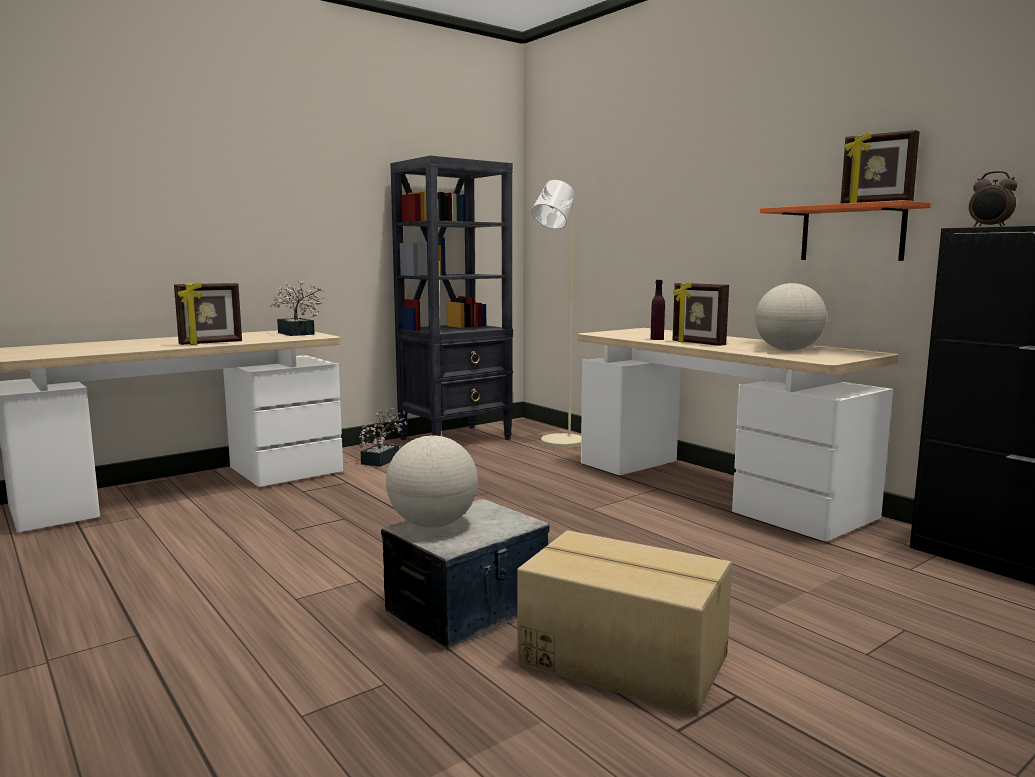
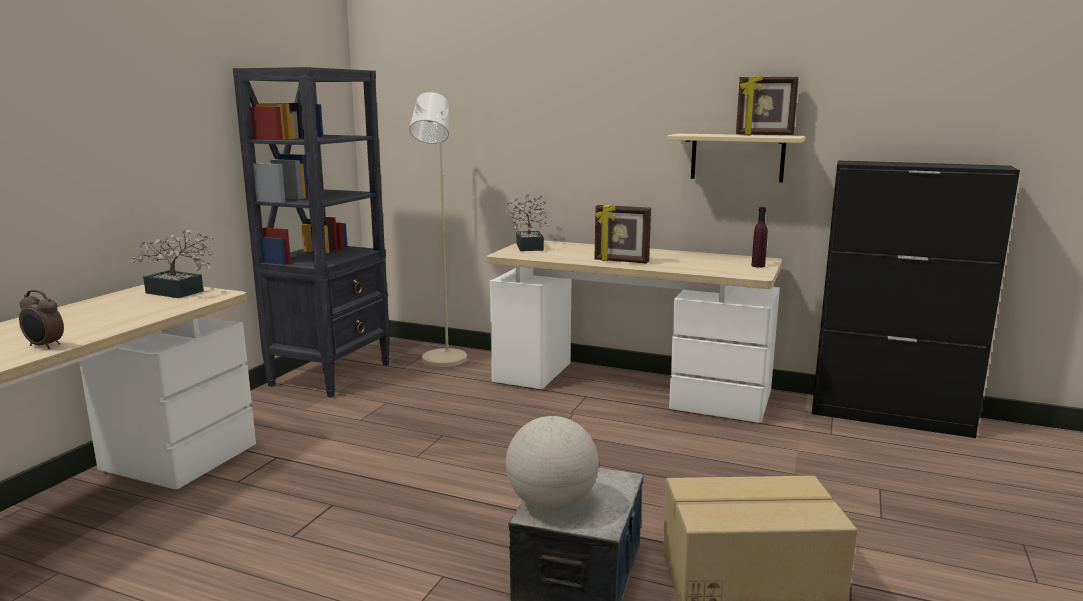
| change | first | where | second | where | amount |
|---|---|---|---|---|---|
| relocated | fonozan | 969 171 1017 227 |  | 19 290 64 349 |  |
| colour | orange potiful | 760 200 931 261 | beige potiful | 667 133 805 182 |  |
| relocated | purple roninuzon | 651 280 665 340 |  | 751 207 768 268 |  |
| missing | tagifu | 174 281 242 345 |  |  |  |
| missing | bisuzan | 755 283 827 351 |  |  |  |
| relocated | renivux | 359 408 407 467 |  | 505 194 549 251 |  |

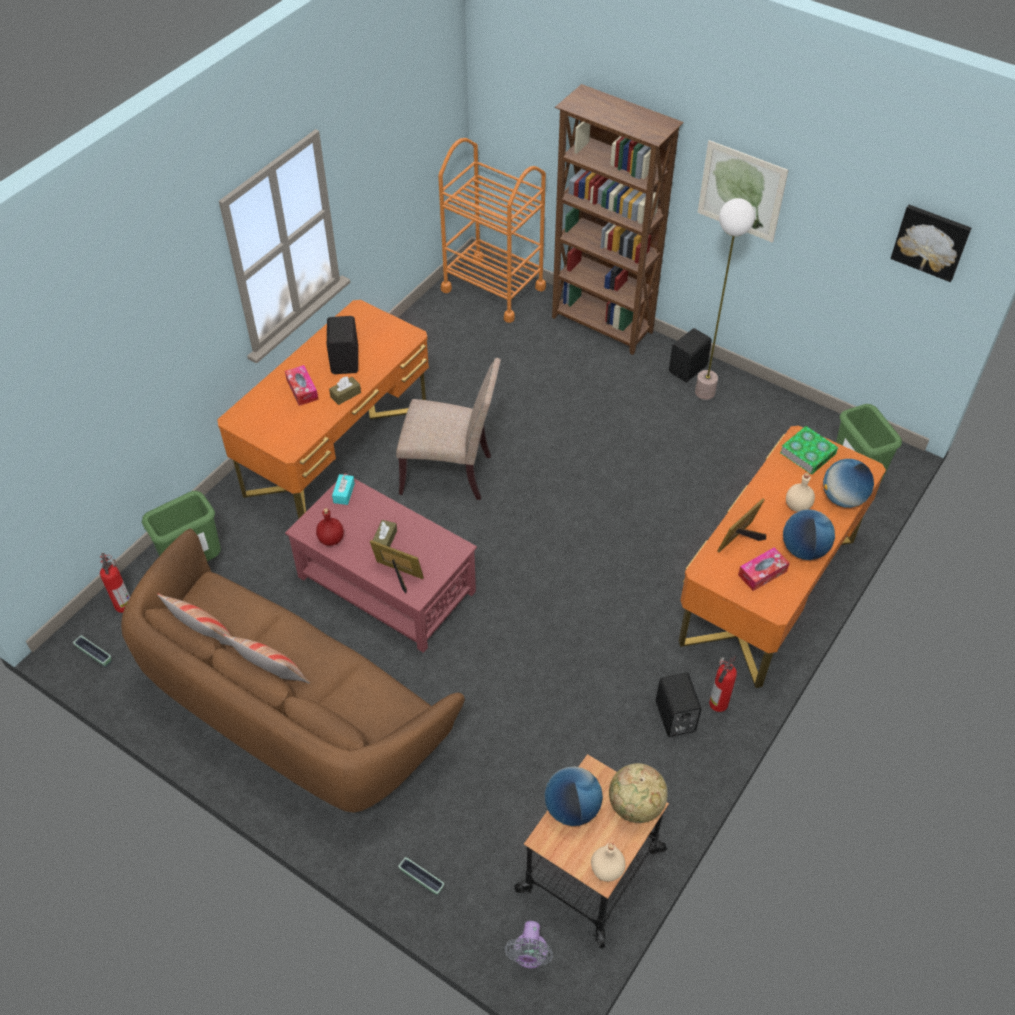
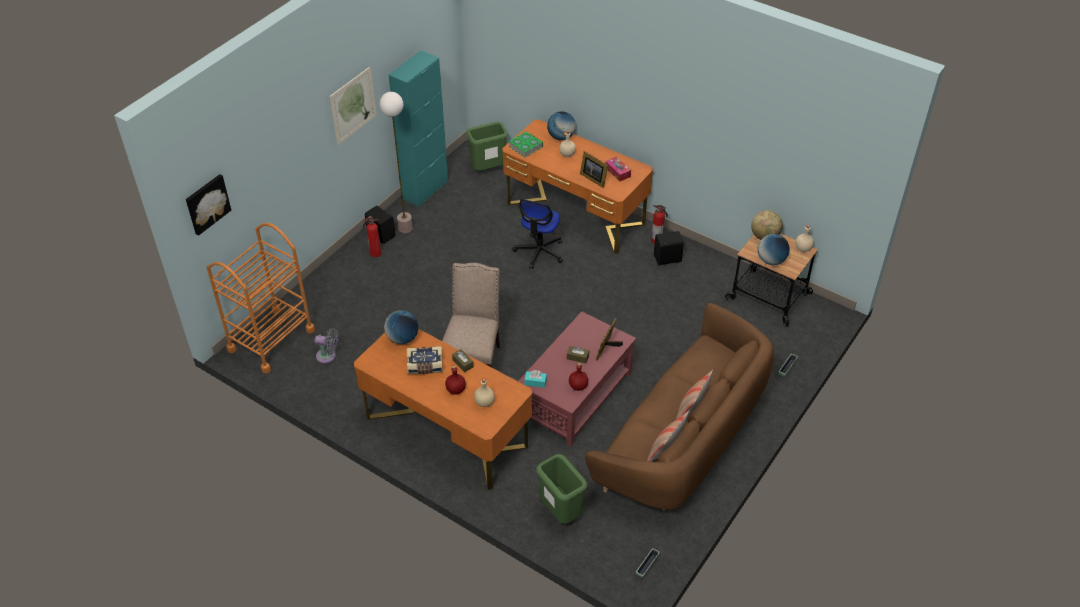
| change | first | where | second | where | amount |
|---|---|---|---|---|---|
| missing | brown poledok | 552 84 684 355 |  |  |  |
| relocated | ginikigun | 891 205 971 282 |  | 186 174 231 236 |  |
| exchanged | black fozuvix | 327 316 358 374 | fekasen | 407 346 443 374 |  |
| exchanged | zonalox | 285 365 319 406 | red roninuzon | 445 366 466 395 |  |
| relocated | bisuzan | 783 509 835 560 |  | 384 310 419 344 |  |
| relocated | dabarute | 100 553 130 613 |  | 363 216 381 257 |  |
| relocated | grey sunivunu | 504 921 553 968 |  | 315 328 338 364 |  |
| appeared |  |  | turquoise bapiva | 388 50 448 207 |  |
| appeared |  |  | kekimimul | 512 199 563 269 |  |
| appeared |  |  | beige roninuzon | 474 378 495 407 |  |

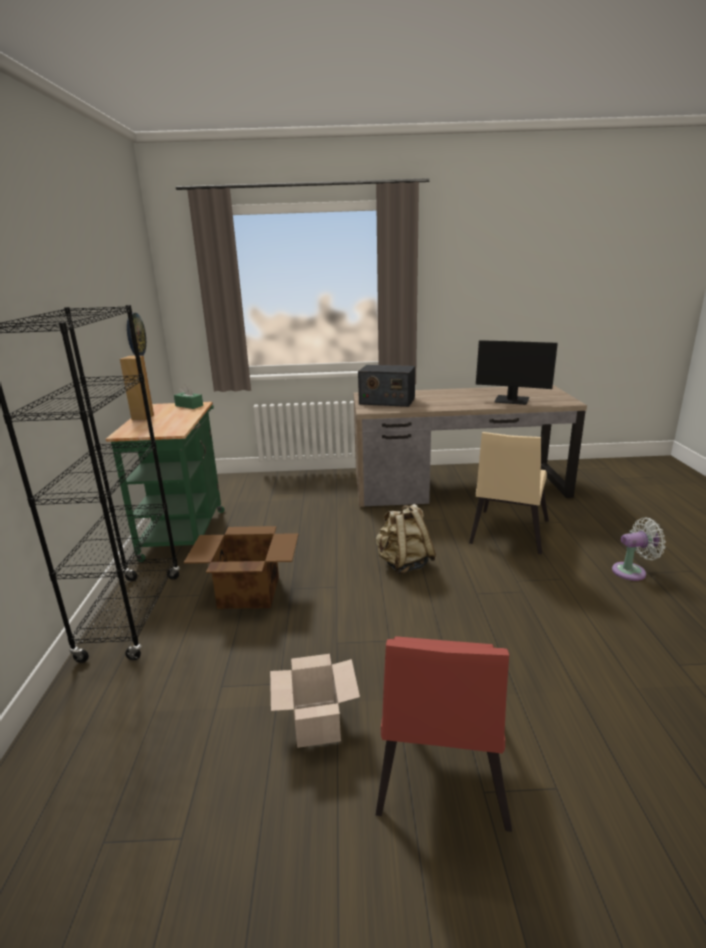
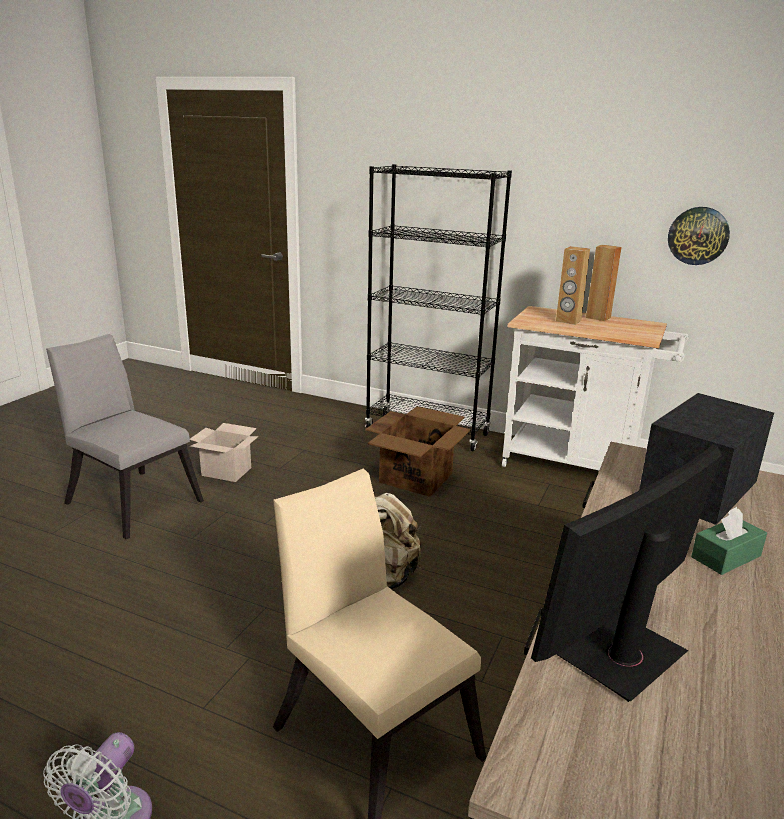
| change | first | where | second | where | amount |
|---|---|---|---|---|---|
| relocated | green zonalox | 174 384 203 409 |  | 691 507 767 575 |  |
| colour | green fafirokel | 106 402 225 562 | white fafirokel | 502 306 689 470 |  |
| colour | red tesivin | 376 636 512 832 | grey tesivin | 46 334 204 539 |  |
| appeared |  |  | brown fozuvix | 556 246 590 325 |  |

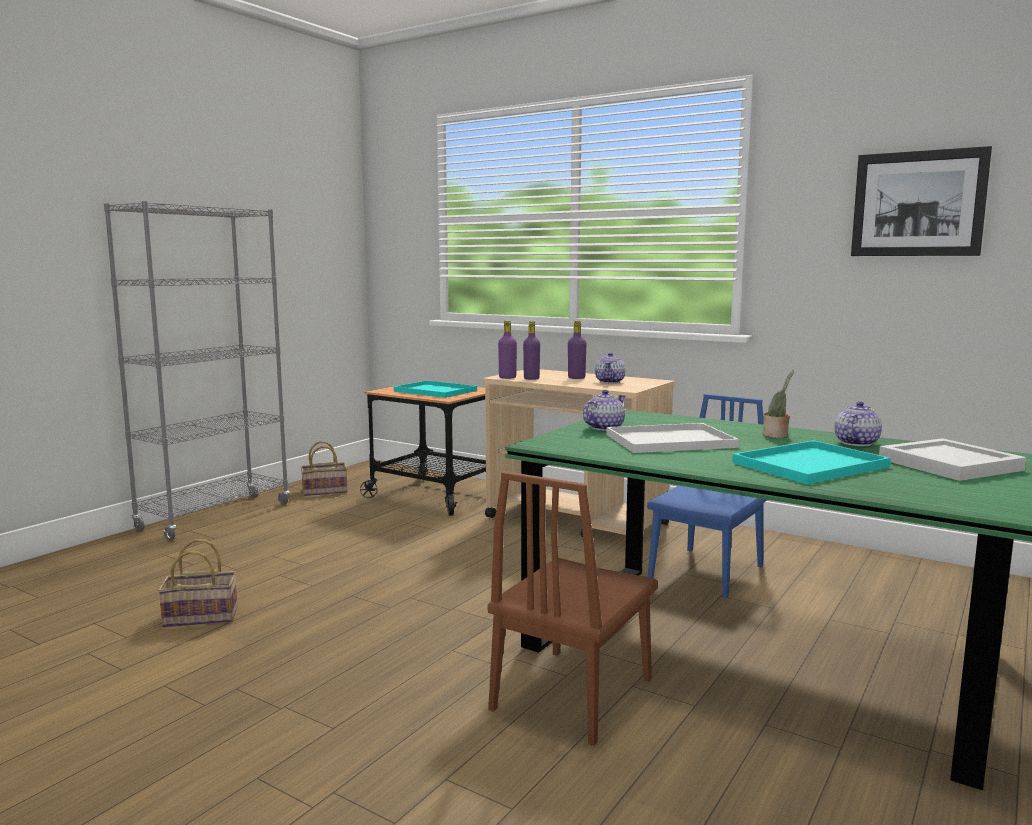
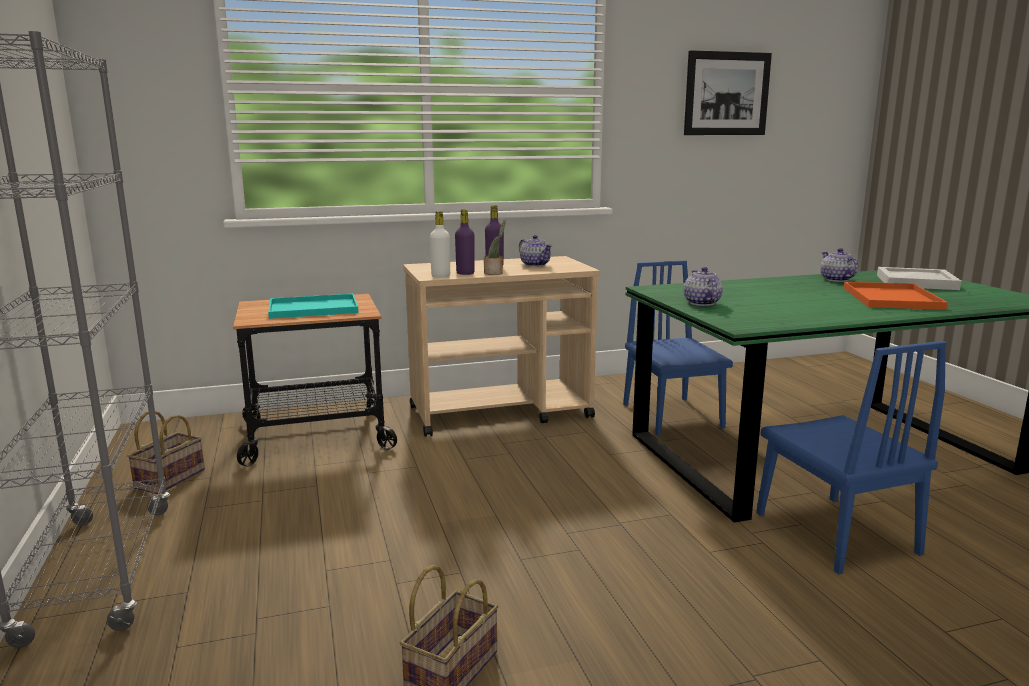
| change | first | where | second | where | amount |
|---|---|---|---|---|---|
| colour | purple roninuzon | 498 320 517 379 | white roninuzon | 430 211 450 278 |  |
| relocated | renivux | 763 370 794 438 |  | 484 220 506 275 |  |
| missing | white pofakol | 606 423 739 453 |  |  |  |
| colour | turquoise pofakol | 733 440 891 484 | orange pofakol | 844 282 948 310 |  |
| colour | brown tesivin | 487 471 658 746 | blue tesivin | 757 341 947 574 |  |

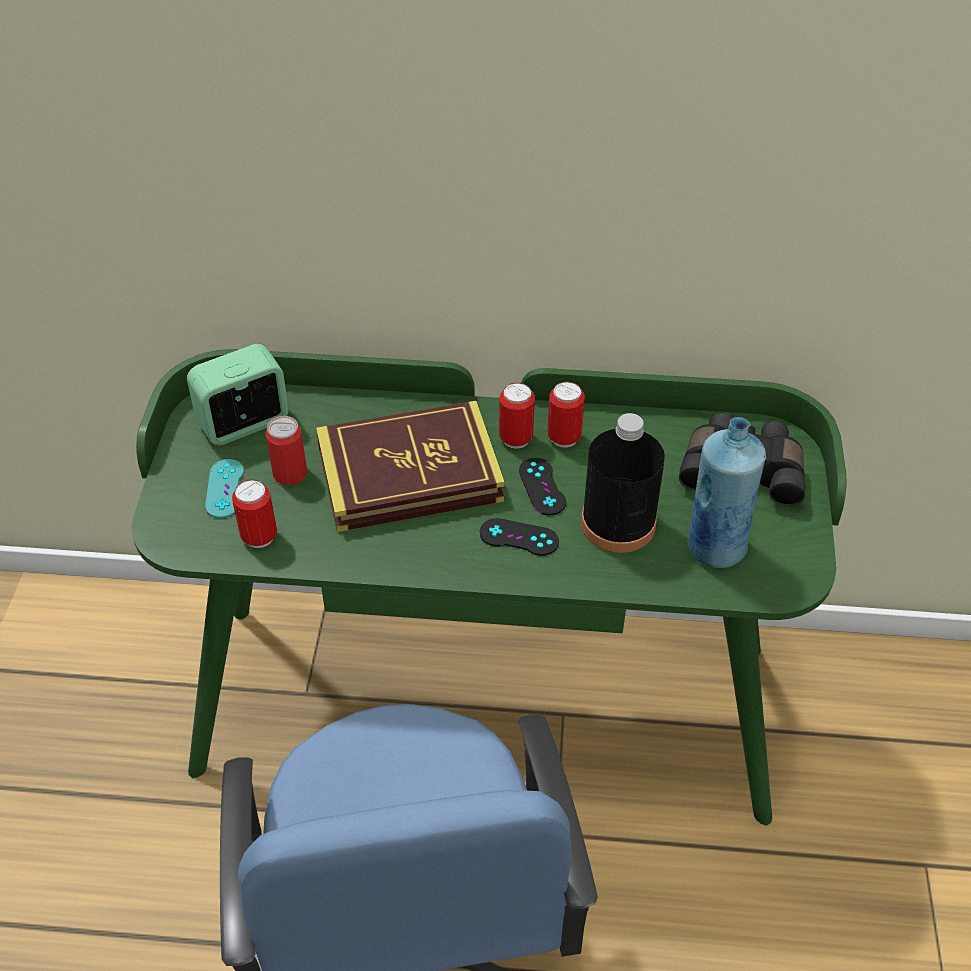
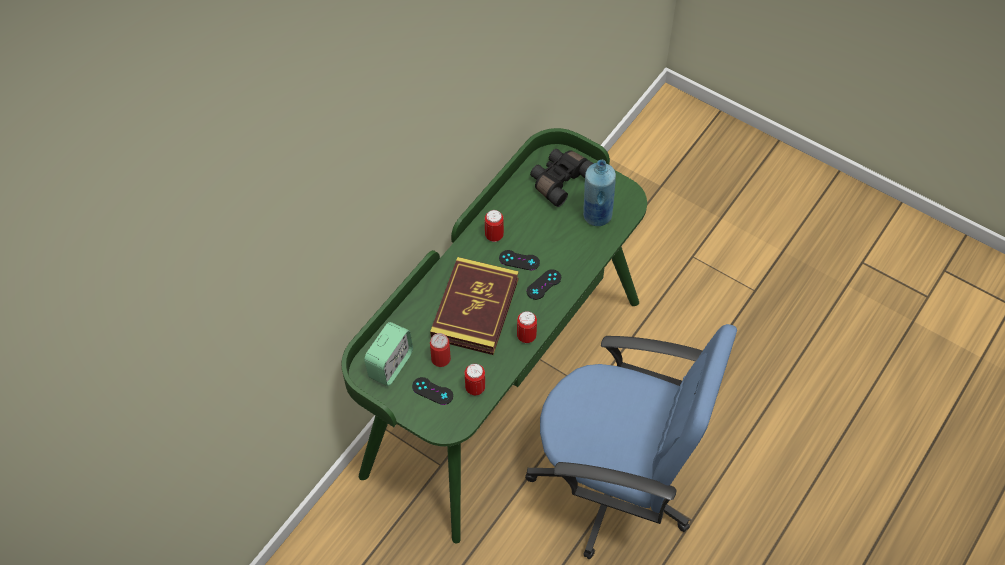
| change | first | where | second | where | amount |
|---|---|---|---|---|---|
| spun | fonozan | 187 344 289 445 |  | 364 322 413 386 | 150 degrees counterclockwise |
| relocated | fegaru | 499 383 535 449 |  | 517 311 537 343 |  |
| missing | black roninuzon | 581 413 665 553 |  |  |  |
| colour | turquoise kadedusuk | 205 459 244 518 | black kadedusuk | 412 377 453 405 |  |

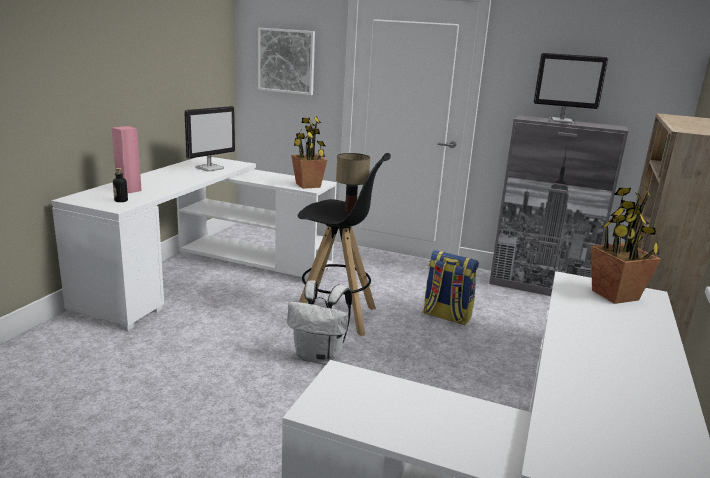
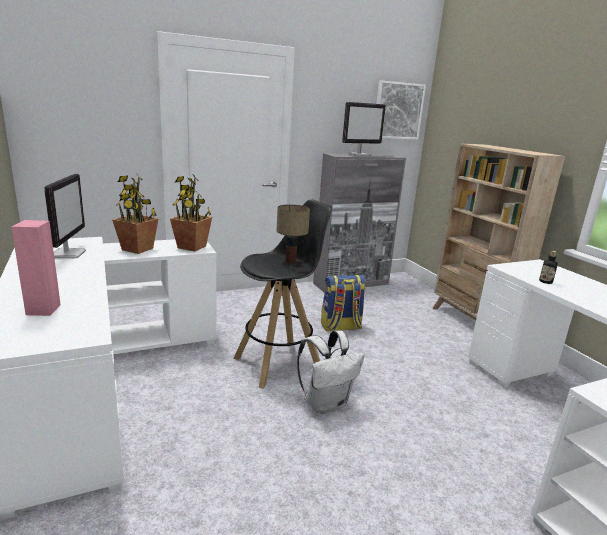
| change | first | where | second | where | amount |
|---|---|---|---|---|---|
| relocated | ginikigun | 258 28 315 95 |  | 377 81 426 140 |  |
| relocated | roninuzon | 113 168 128 202 |  | 539 251 558 284 |  |
| relocated | renivux | 591 186 661 304 |  | 112 173 159 254 |  |

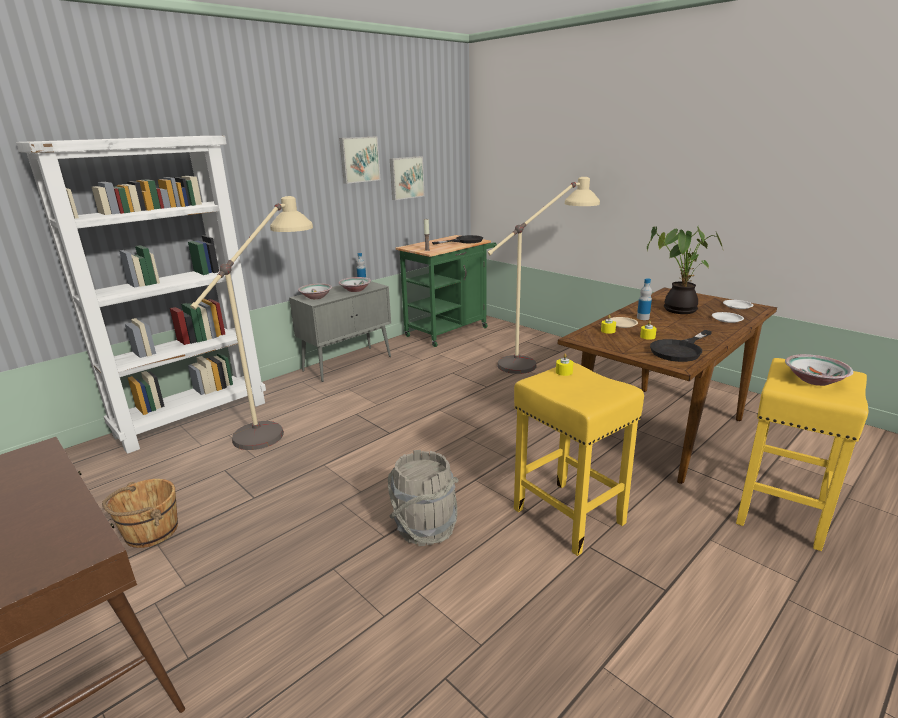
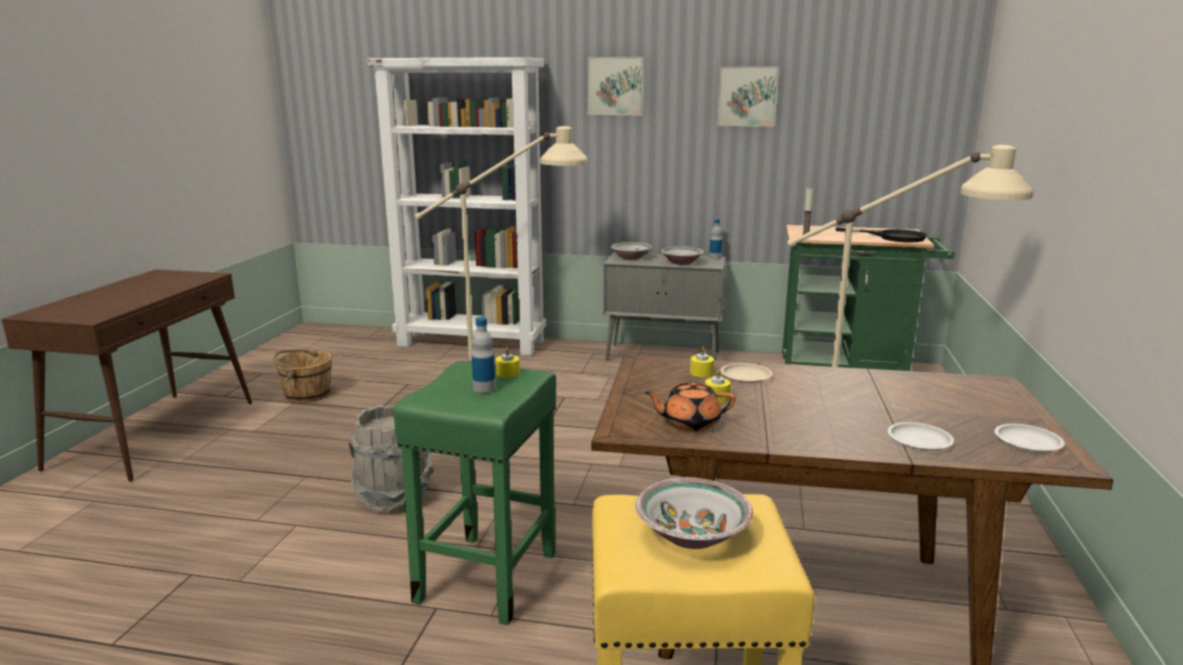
| change | first | where | second | where | amount |
|---|---|---|---|---|---|
| relocated | ginikigun | 390 156 424 200 |  | 588 57 644 115 |  |
| missing | renivux | 647 225 723 314 |  |  |  |
| relocated | roninuzon | 637 278 652 320 |  | 472 317 496 393 |  |
| exchanged | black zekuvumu | 650 330 712 362 | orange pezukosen | 644 381 735 431 |  |
| colour | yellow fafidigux | 514 362 644 556 | green fafidigux | 393 361 556 625 |  |

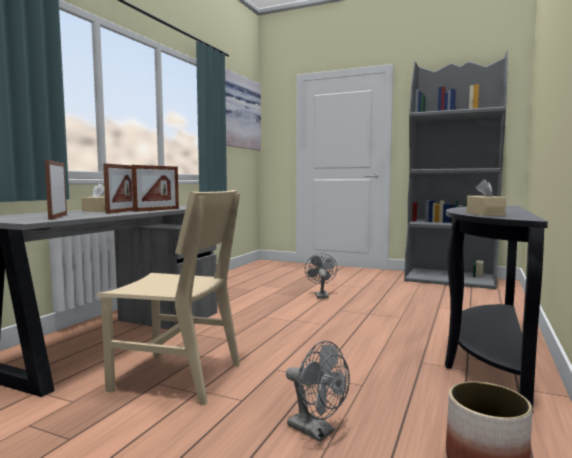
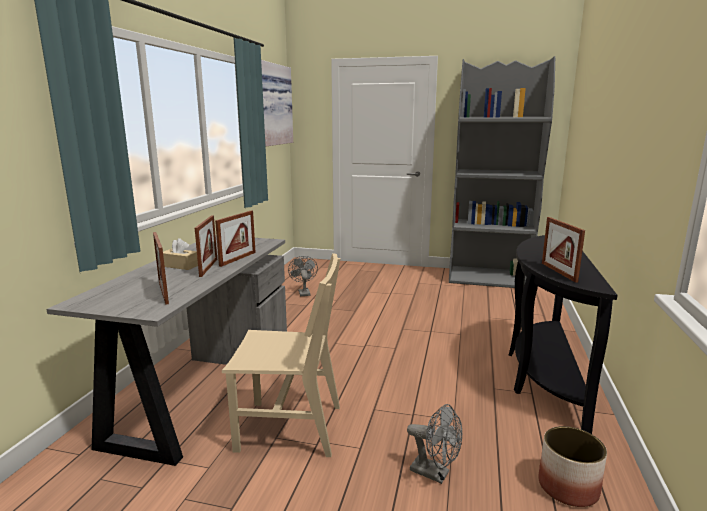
| change | first | where | second | where | amount |
|---|---|---|---|---|---|
| exchanged | beige zonalox | 466 179 506 216 | tagifu | 542 217 585 283 |  |
| relocated | grey sunivunu | 305 253 337 299 |  | 288 256 318 296 |  |

